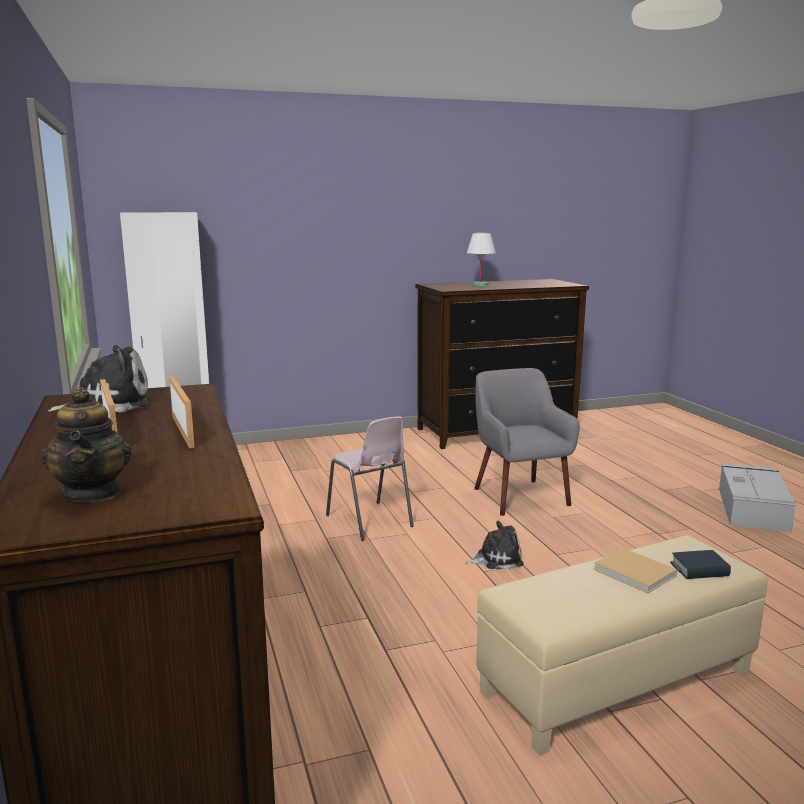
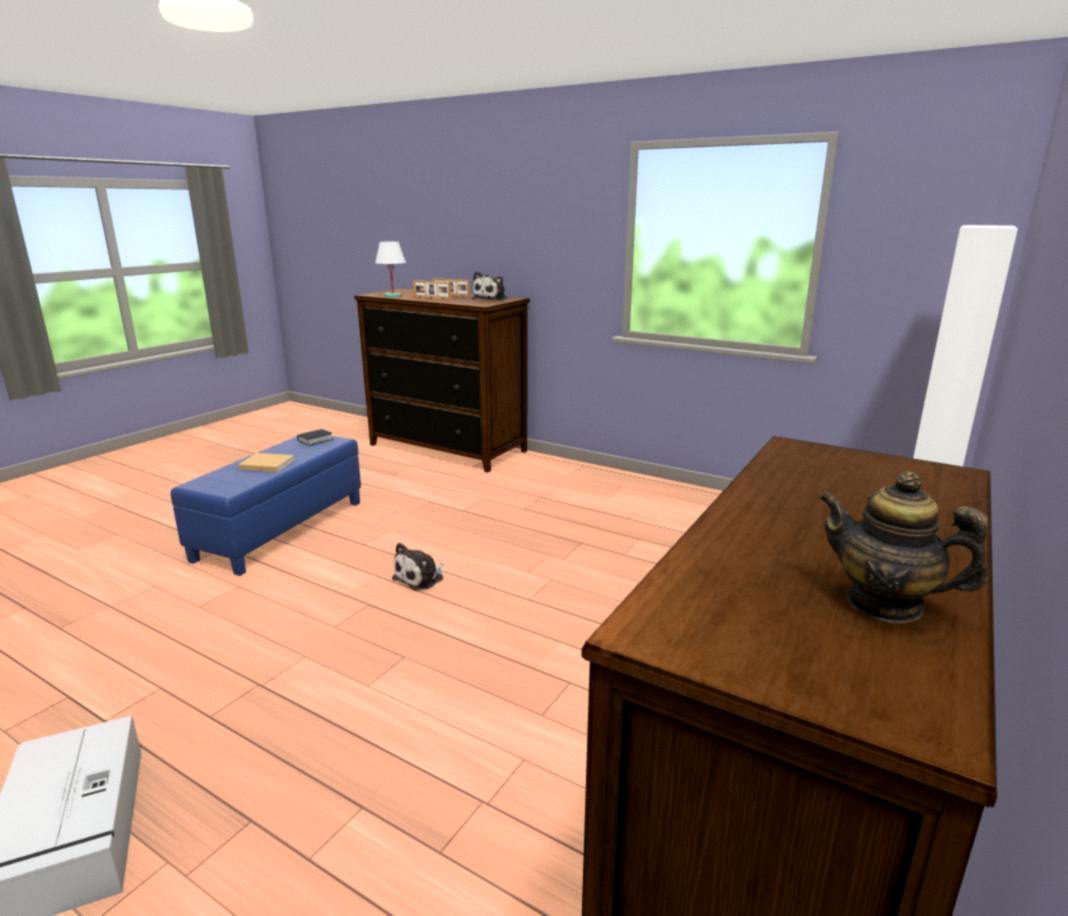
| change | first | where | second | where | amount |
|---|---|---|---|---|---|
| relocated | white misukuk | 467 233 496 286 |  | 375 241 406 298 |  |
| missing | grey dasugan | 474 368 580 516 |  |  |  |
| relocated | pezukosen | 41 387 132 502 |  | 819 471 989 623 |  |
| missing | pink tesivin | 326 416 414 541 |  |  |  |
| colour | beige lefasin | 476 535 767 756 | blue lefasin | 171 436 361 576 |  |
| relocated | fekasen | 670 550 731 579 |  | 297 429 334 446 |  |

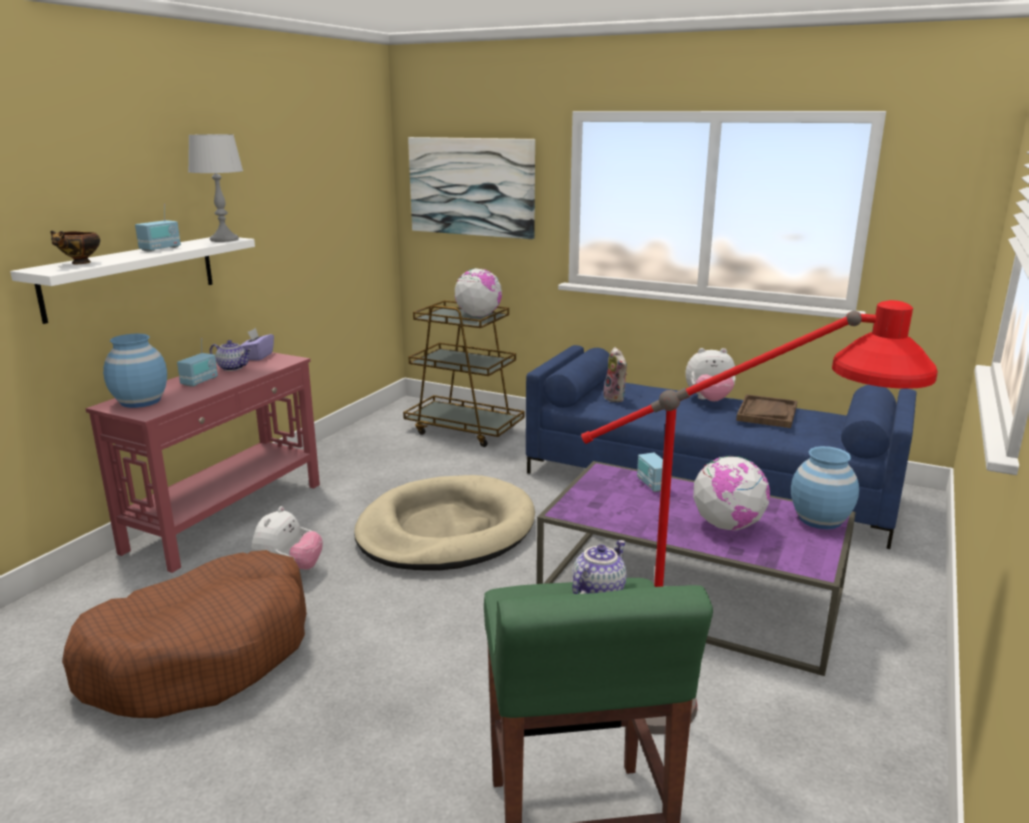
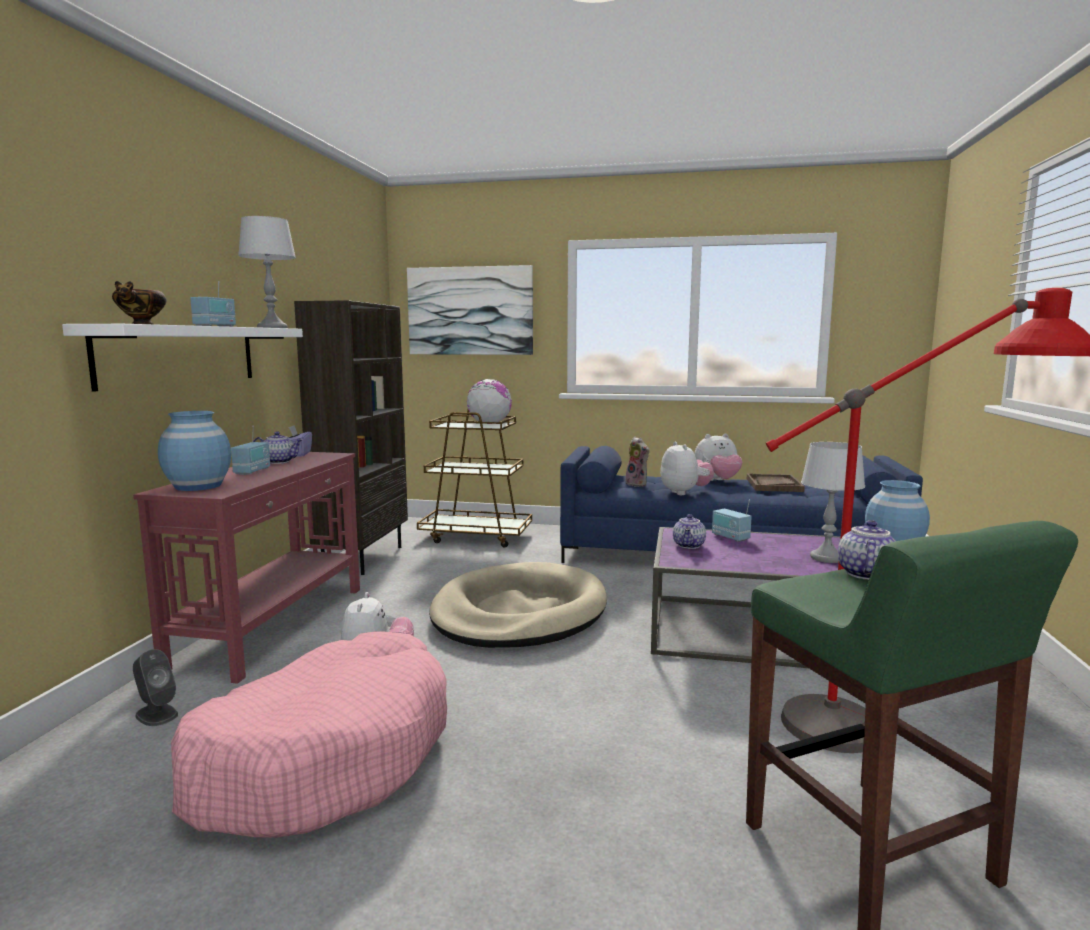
| change | first | where | second | where | amount |
|---|---|---|---|---|---|
| exchanged | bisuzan | 693 456 770 531 | grey misukuk | 801 442 865 563 |  |
| colour | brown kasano | 62 550 306 718 | pink kasano | 171 631 447 838 |  |
| appeared |  |  | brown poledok | 294 300 408 575 |  |
| appeared |  |  | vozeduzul | 660 442 714 495 |  |
| appeared |  |  | pezukosen | 673 514 706 549 |  |
| appeared |  |  | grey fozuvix | 133 649 178 726 |  |

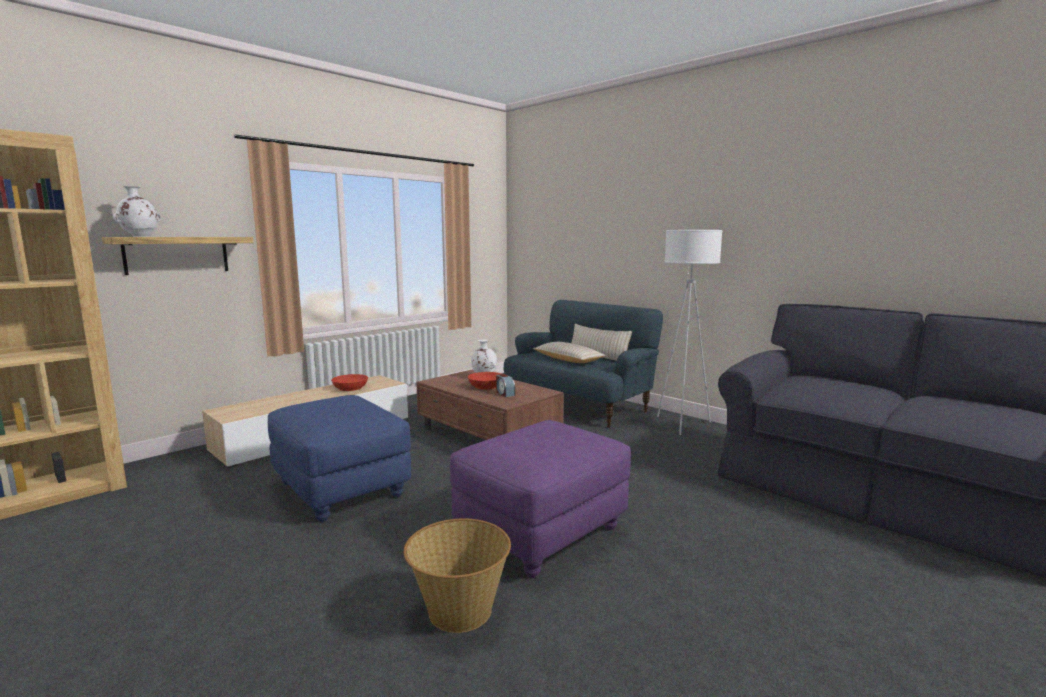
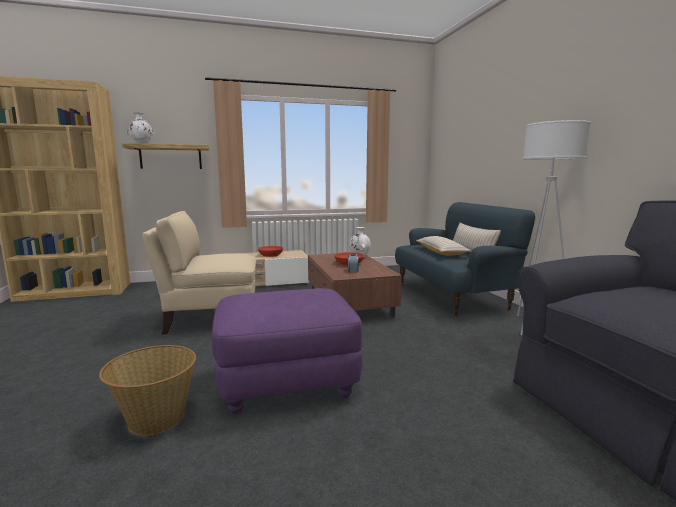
| change | first | where | second | where | amount |
|---|---|---|---|---|---|
| exchanged | blue lefasin | 268 395 411 522 | beige dasugan | 142 211 257 335 |  |

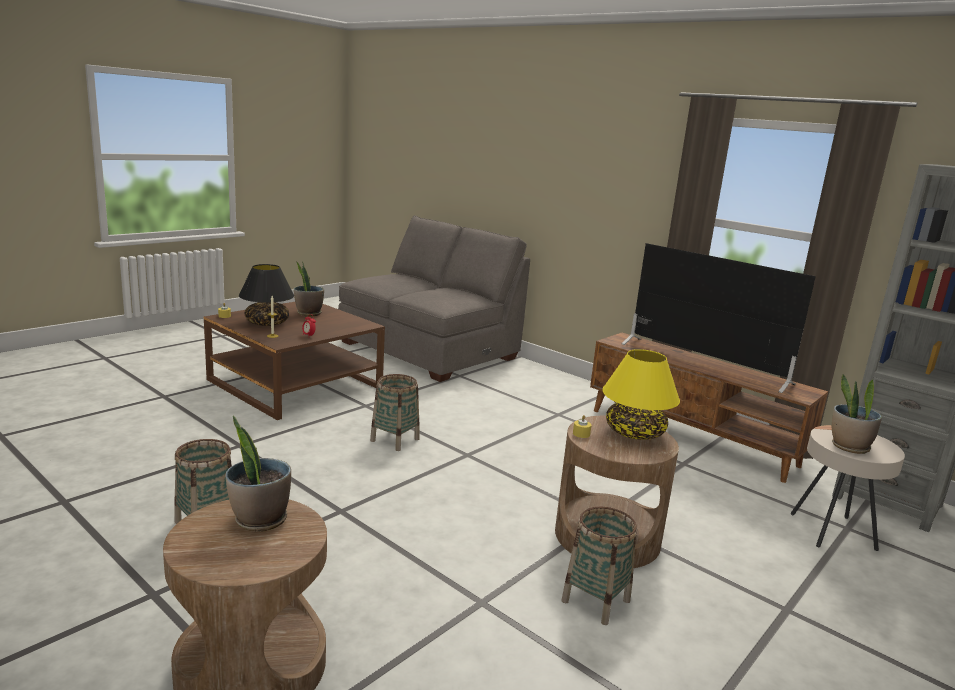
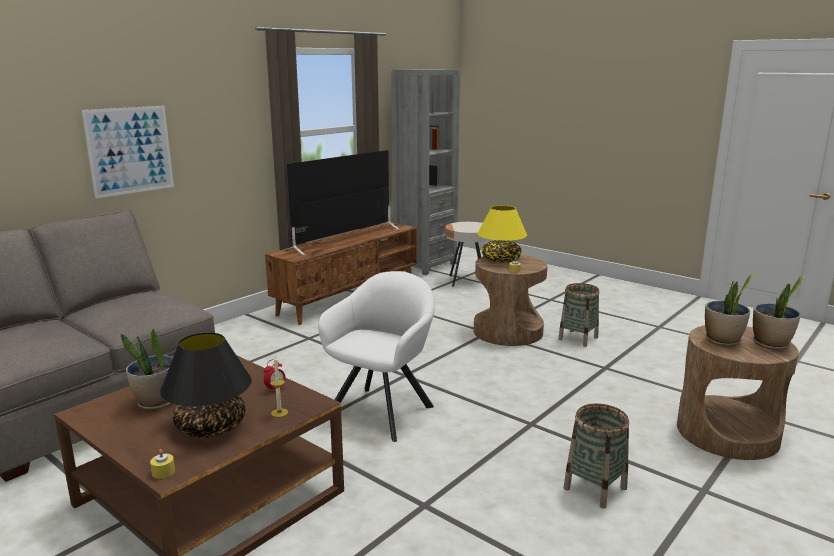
| change | first | where | second | where | amount |
|---|---|---|---|---|---|
| exchanged | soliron | 370 374 420 451 | white dasugan | 318 271 435 442 |  |
| relocated | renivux | 832 374 882 454 |  | 753 274 806 350 |  |
| appeared |  |  | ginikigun | 81 106 174 199 |  |

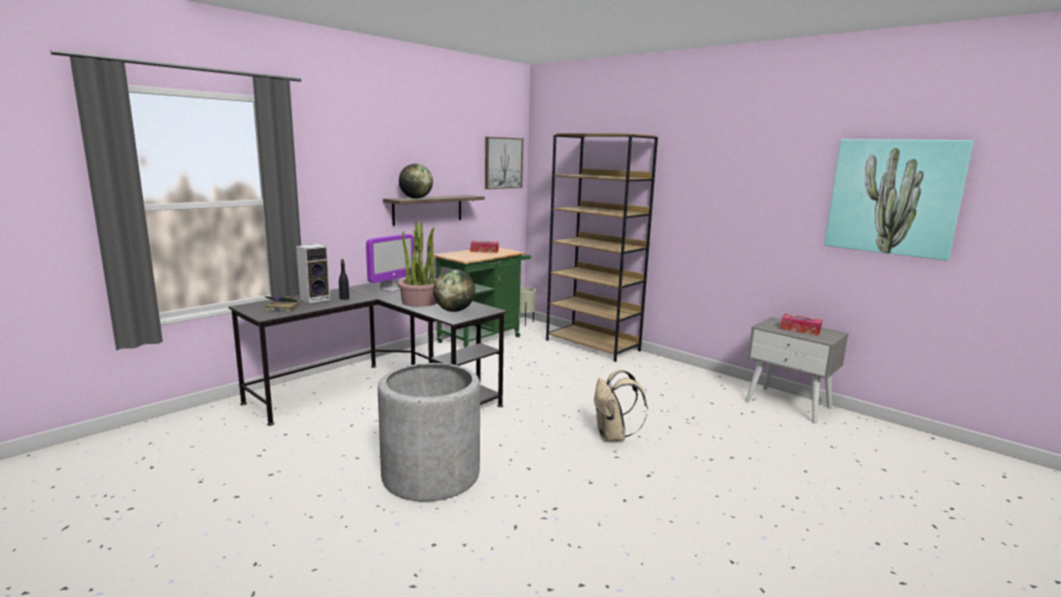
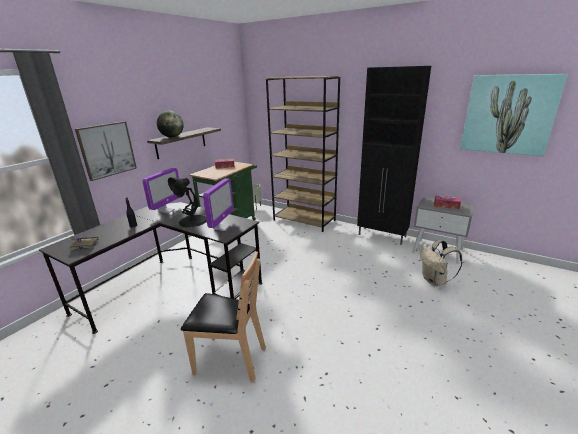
| change | first | where | second | where | amount |
|---|---|---|---|---|---|
| relocated | ginikigun | 485 137 523 189 |  | 75 121 137 181 |  |
| exchanged | renivux | 397 222 437 307 | black misukuk | 168 177 207 227 |  |
| missing | fozuvix | 296 244 331 303 |  |  |  |
| exchanged | bisuzan | 433 269 475 312 | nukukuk | 203 179 234 231 |  |
| exchanged | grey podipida | 378 363 480 502 | brown tesivin | 181 251 266 382 |  |
| relocated | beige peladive | 594 370 648 442 |  | 420 240 462 286 |  |
| appeared |  |  | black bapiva | 357 66 431 245 |  |

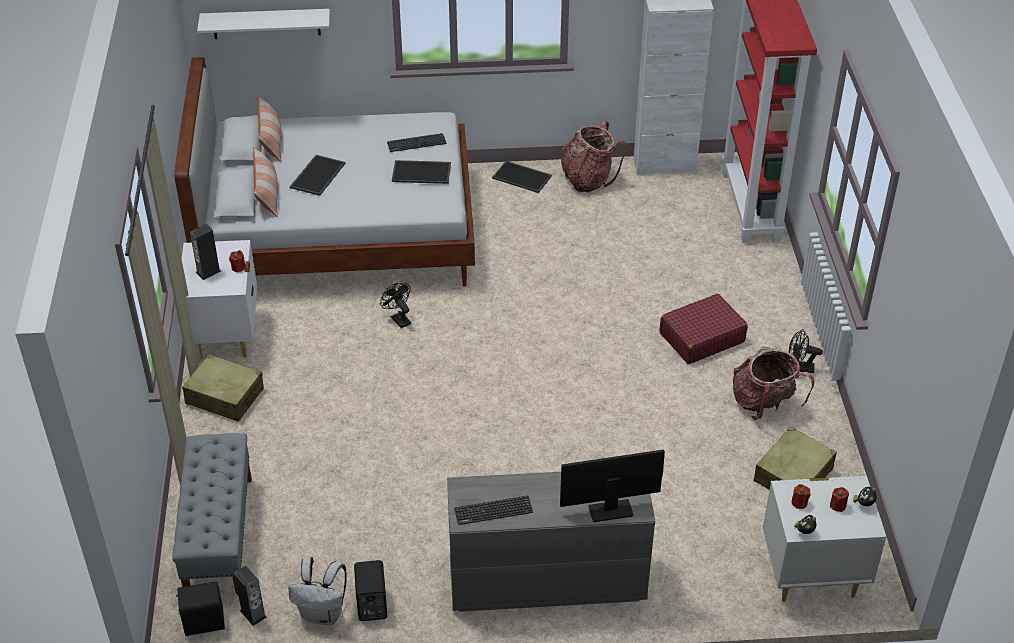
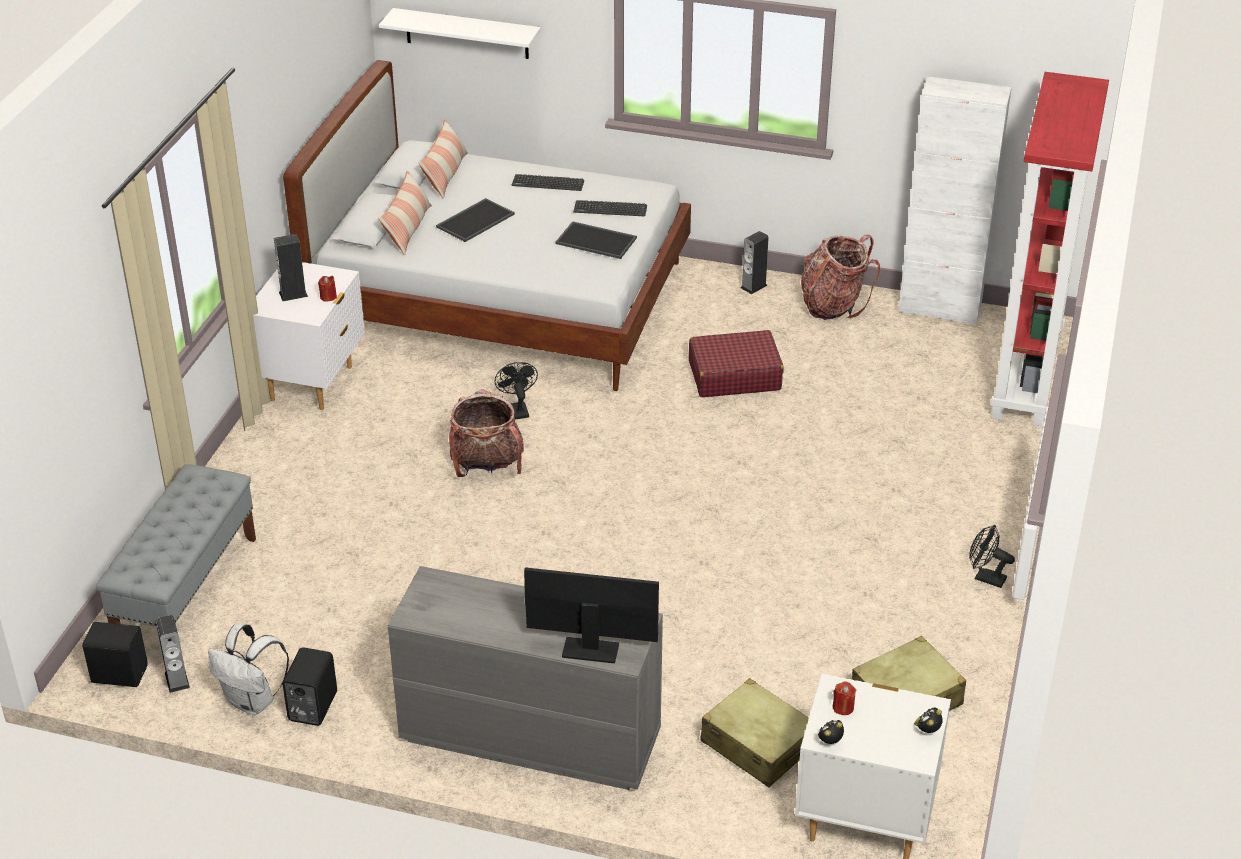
| change | first | where | second | where | amount |
|---|---|---|---|---|---|
| exchanged | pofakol | 492 161 552 193 | fozuvix | 741 231 769 294 |  |
| relocated | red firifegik | 660 294 748 364 |  | 689 330 784 397 |  |
| relocated | peladive | 733 346 814 420 |  | 449 389 524 477 |  |
| relocated | beige firifegik | 182 354 264 422 |  | 700 678 809 787 |  |
| missing | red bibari | 830 487 849 512 |  |  |  |
| relocated | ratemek | 454 495 533 525 |  | 512 174 584 191 |  |

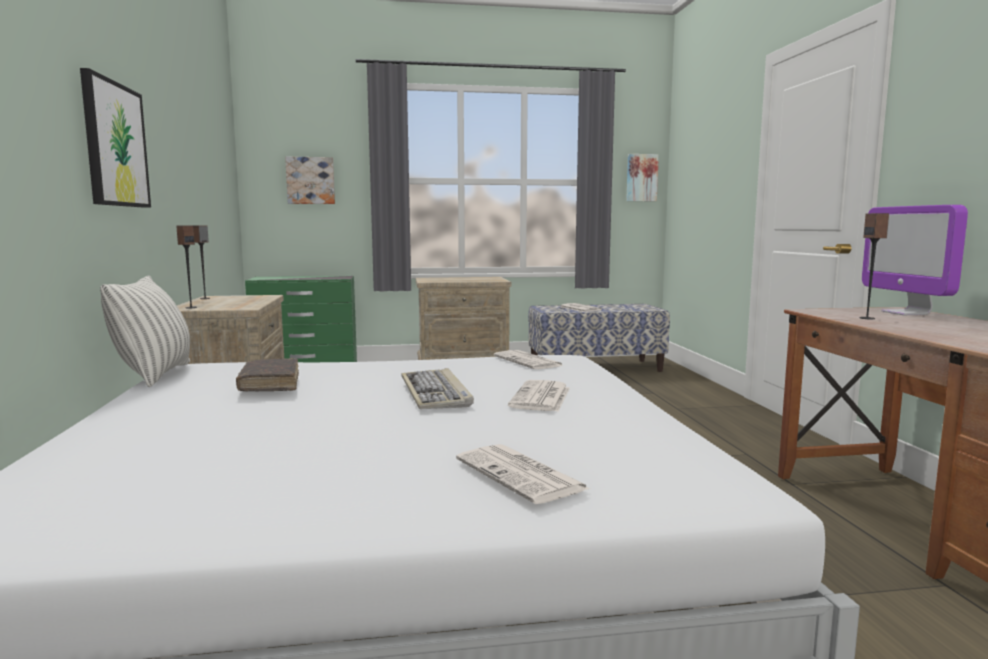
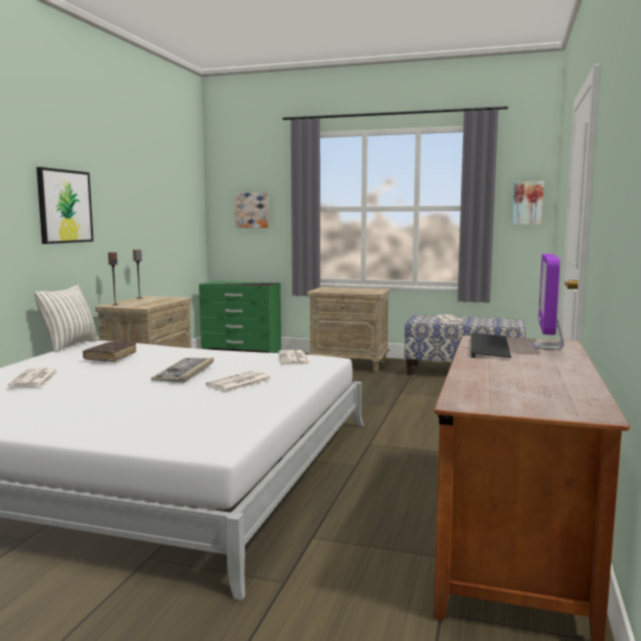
| change | first | where | second | where | amount |
|---|---|---|---|---|---|
| exchanged | fozuvix | 860 213 889 319 | ratemek | 471 332 511 358 |  |
| relocated | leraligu | 456 444 590 504 |  | 8 368 59 387 |  |

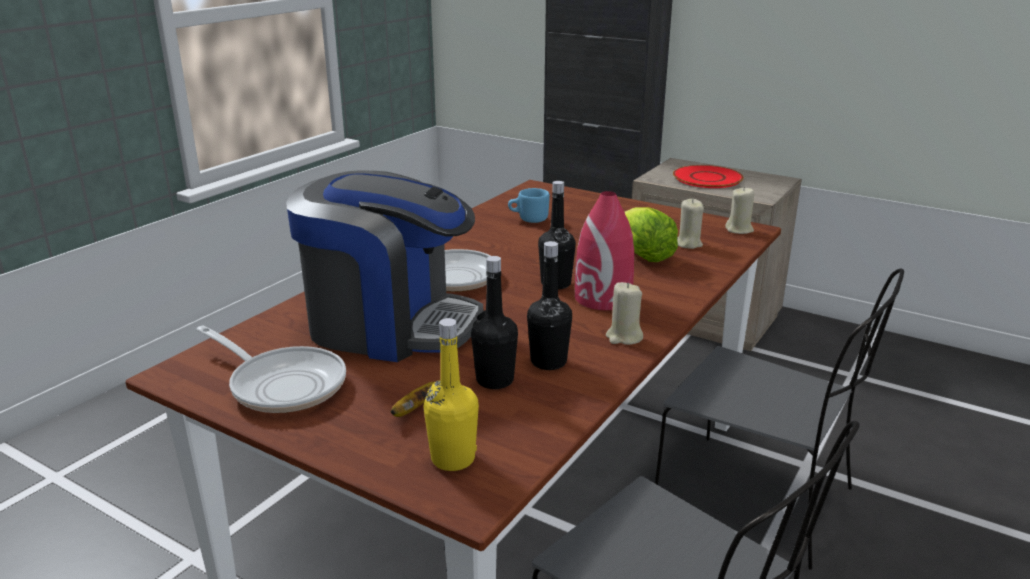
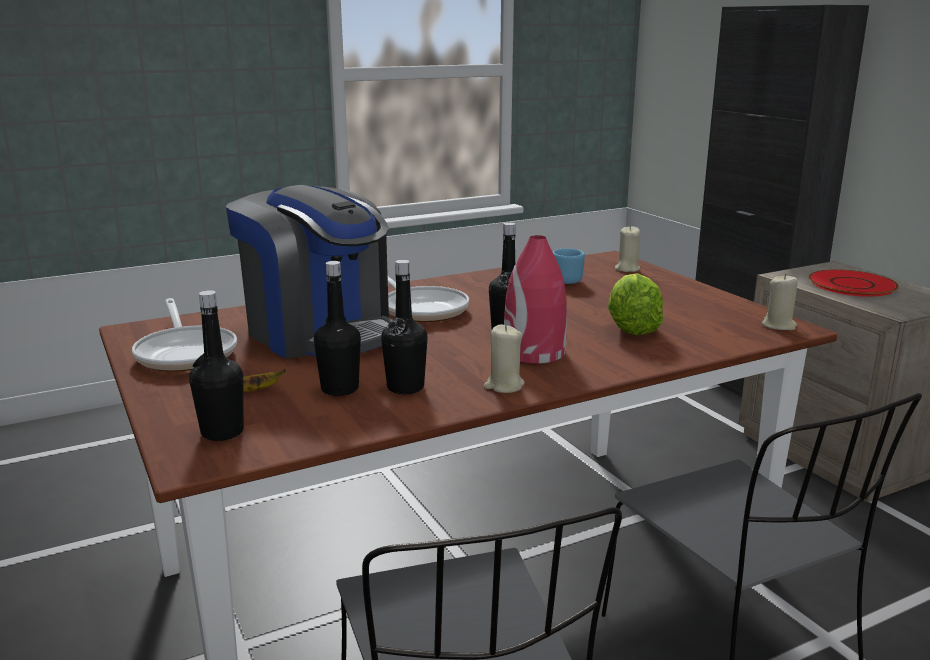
| change | first | where | second | where | amount |
|---|---|---|---|---|---|
| relocated | beige bibari | 677 199 704 249 |  | 615 226 641 272 |  |
| colour | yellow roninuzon | 423 318 479 471 | black roninuzon | 189 290 244 441 |  |

